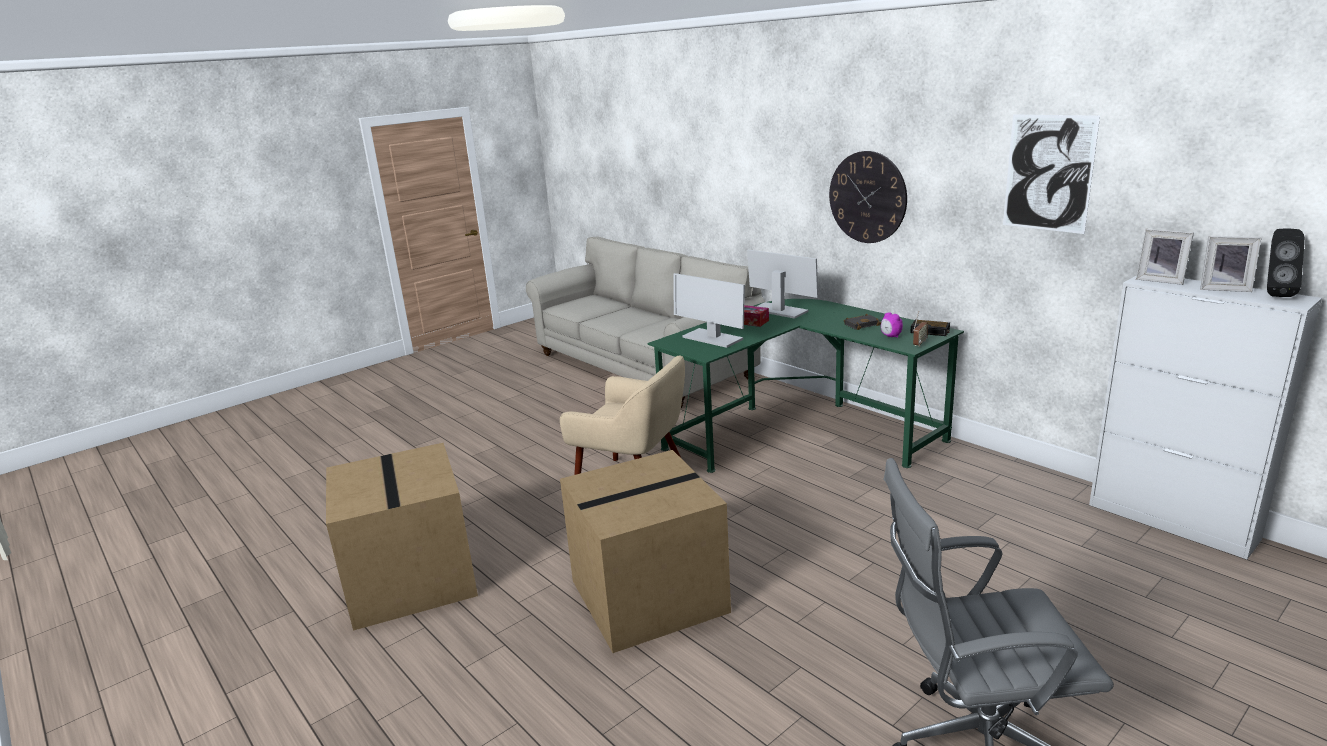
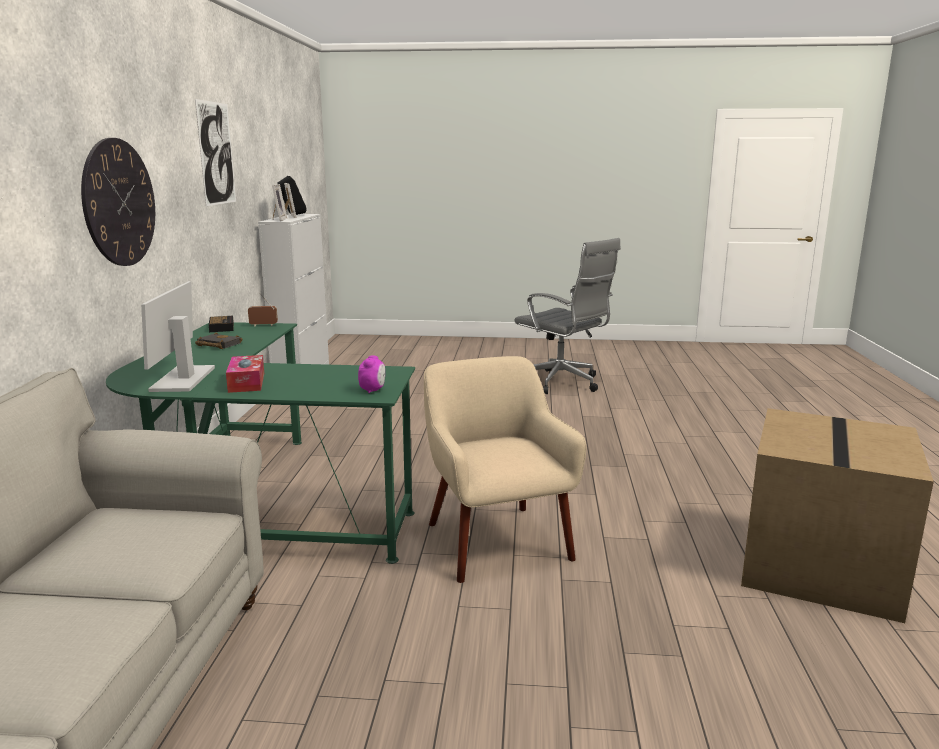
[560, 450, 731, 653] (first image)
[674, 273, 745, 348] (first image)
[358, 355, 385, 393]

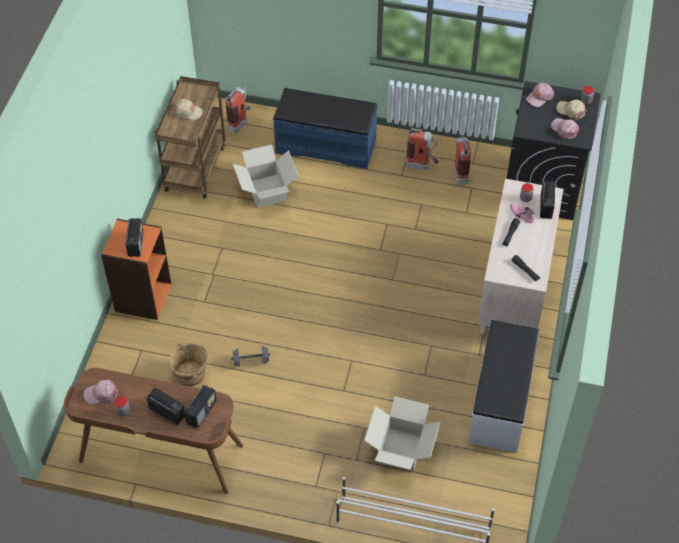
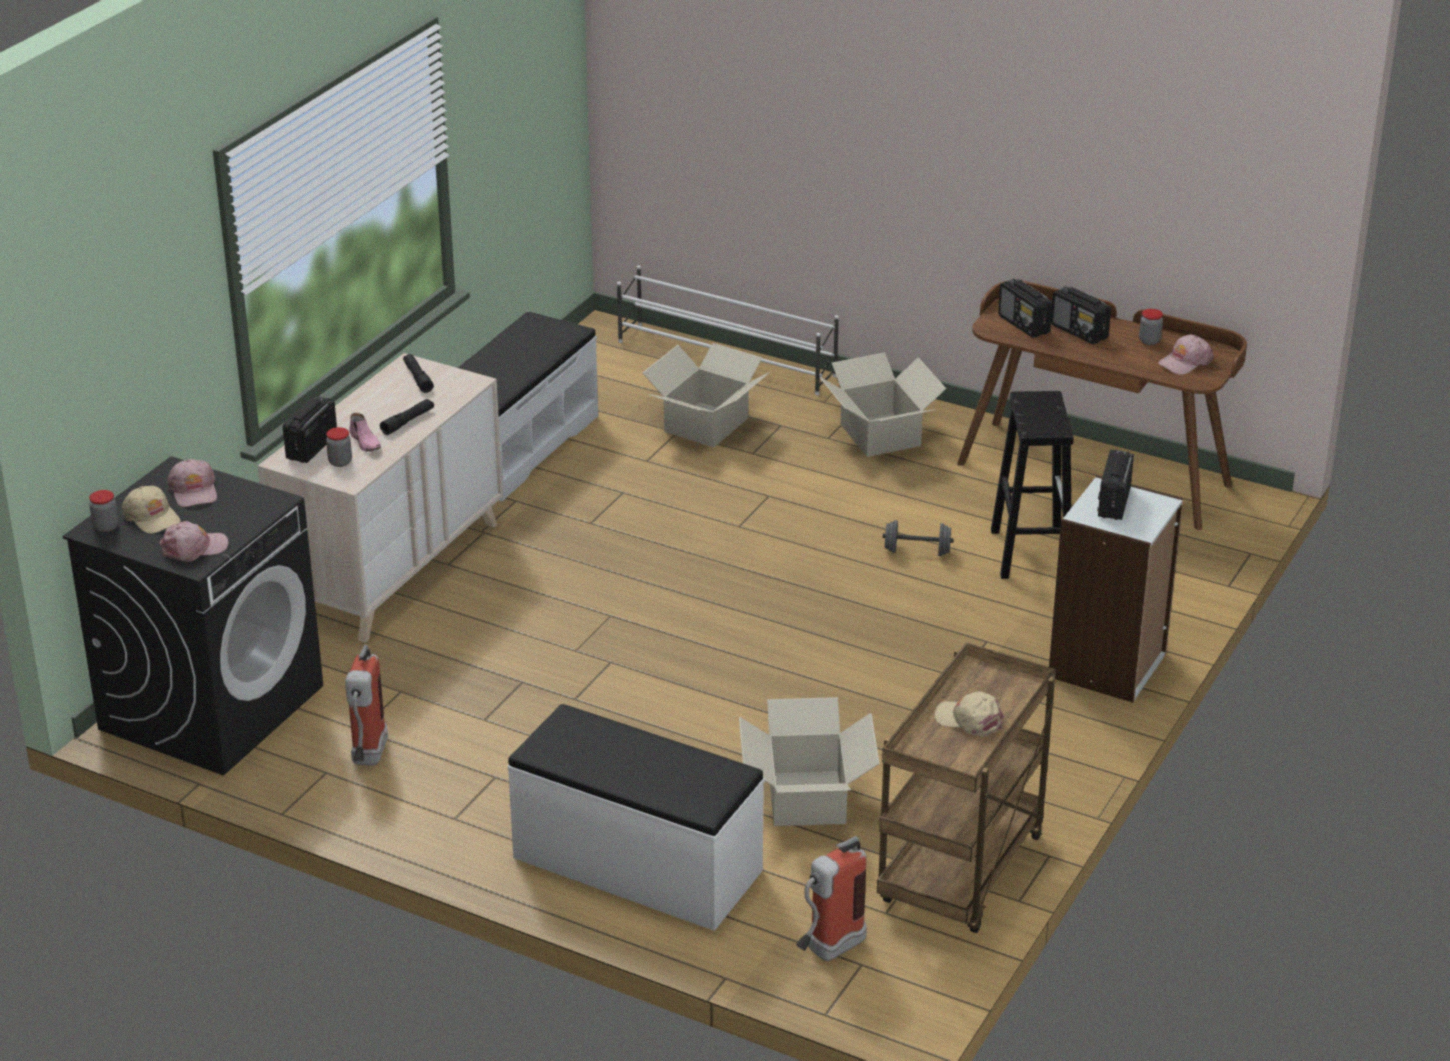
[406, 128, 439, 171] (first image)
[819, 353, 946, 457]
[991, 391, 1074, 579]
[1049, 476, 1184, 703]
[508, 704, 765, 931]
[1158, 335, 1214, 375]
[998, 279, 1052, 338]

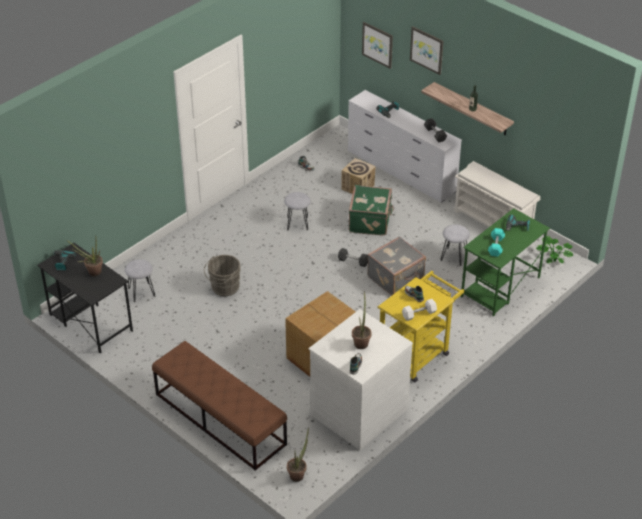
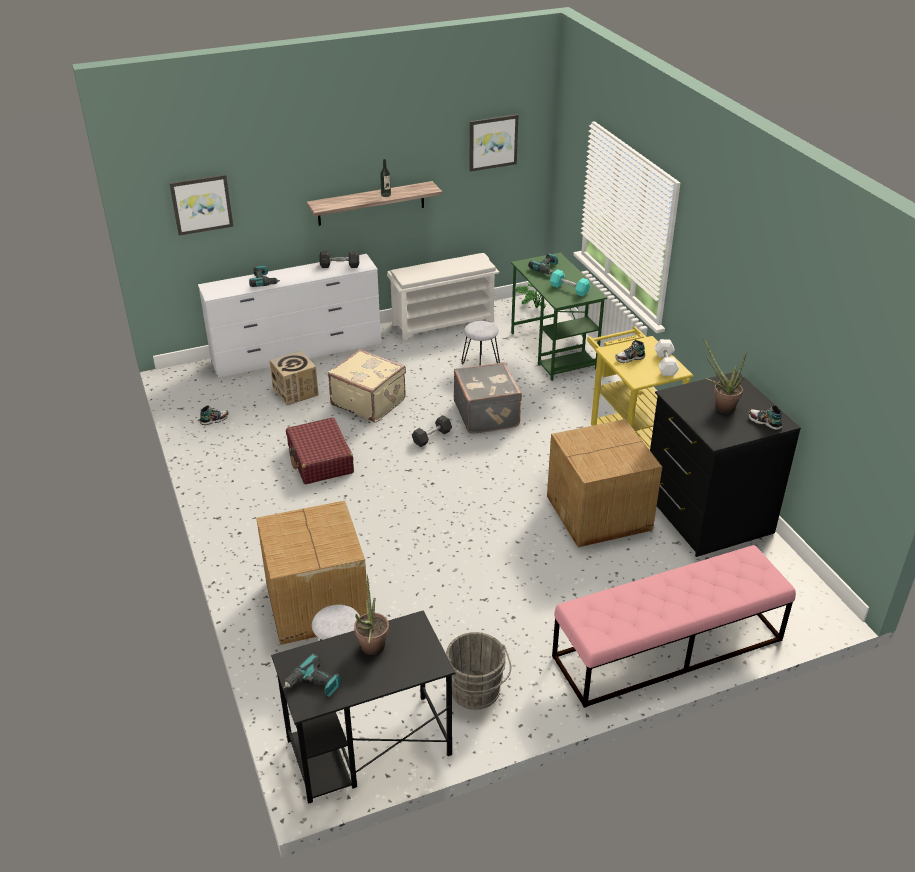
[287, 427, 309, 482] (first image)
[256, 501, 368, 645]
[446, 632, 511, 710]
[469, 114, 518, 172]
[286, 417, 354, 484]
[552, 545, 796, 708]
[650, 371, 801, 557]
[328, 349, 406, 423]

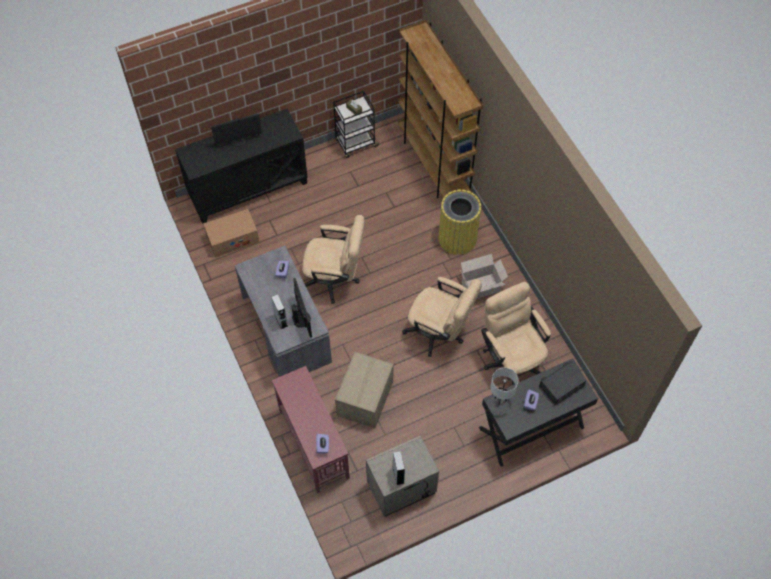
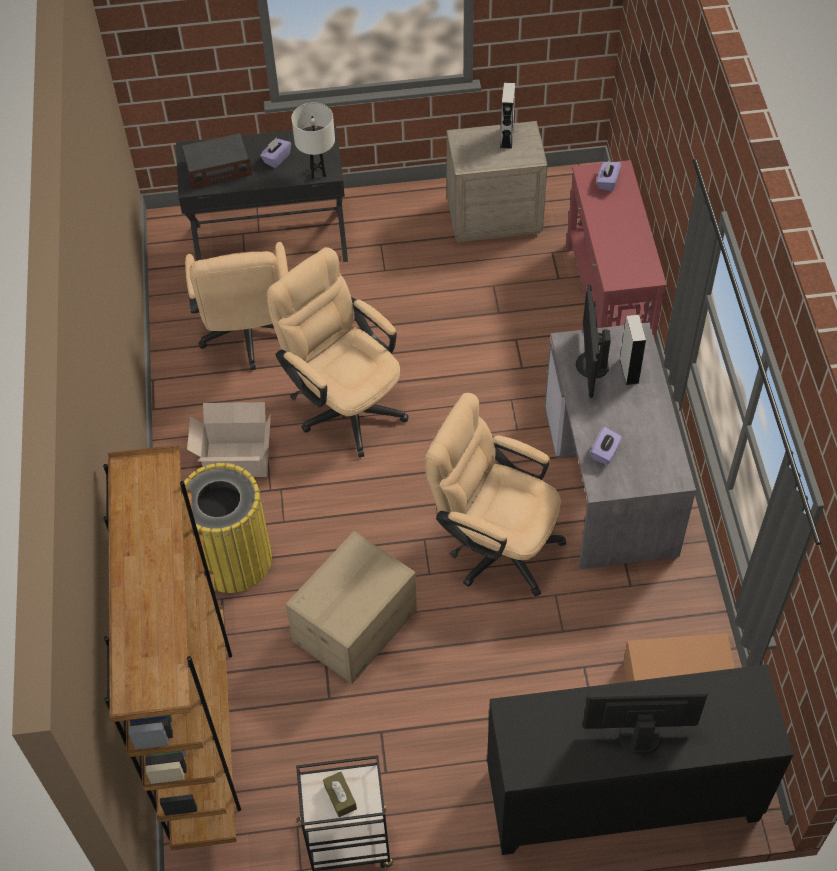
[286, 531, 417, 684]

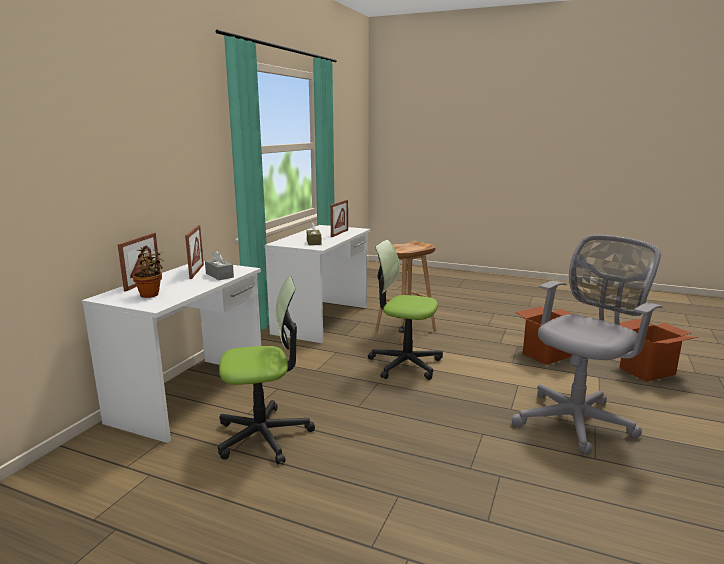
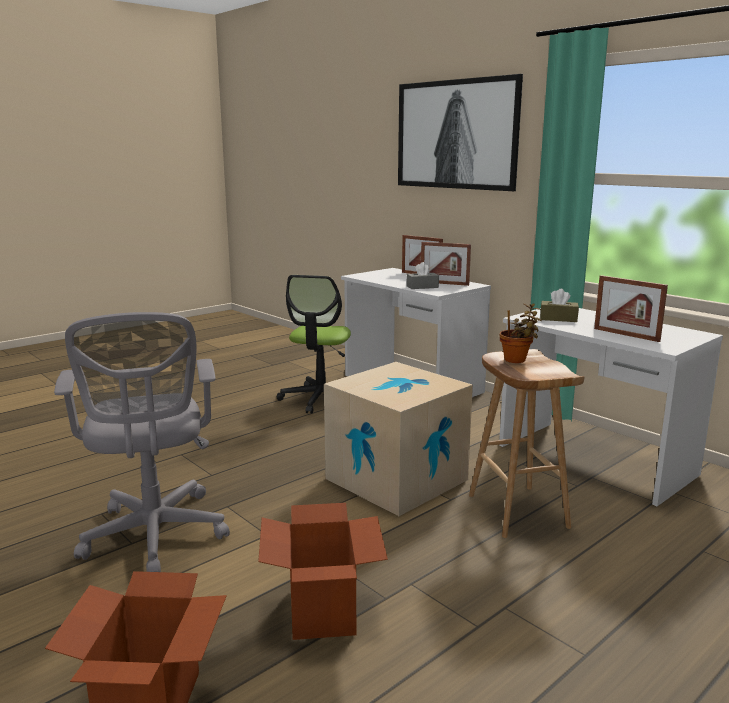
[398, 74, 523, 191]
[500, 303, 542, 363]
[324, 362, 473, 516]

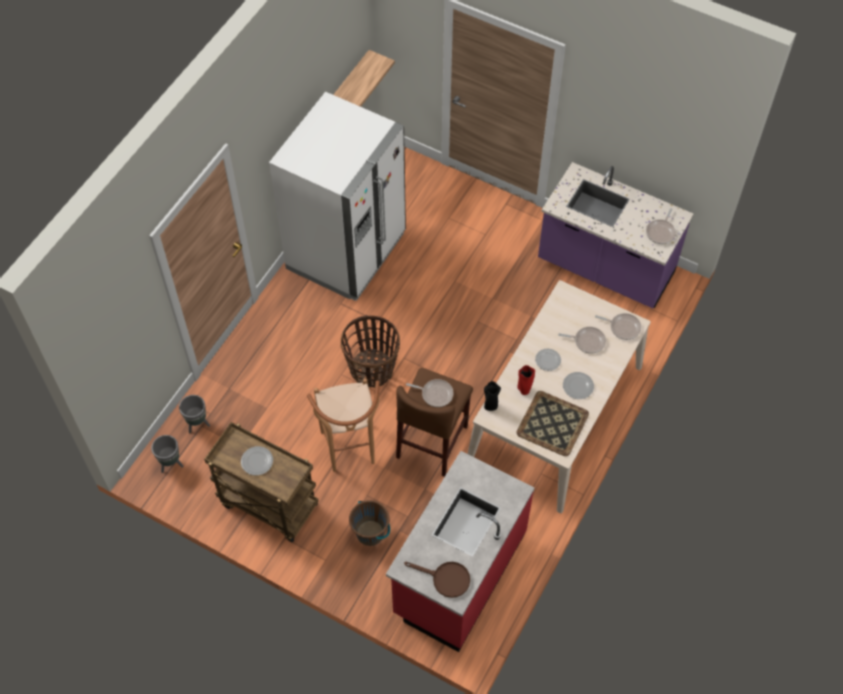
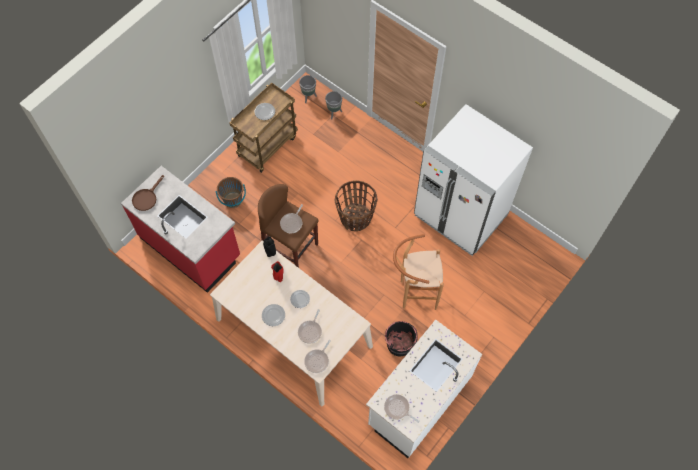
[333, 50, 395, 107] (first image)
[517, 391, 589, 456] (first image)
[385, 321, 418, 356]
[393, 234, 444, 310]
[366, 320, 482, 458]

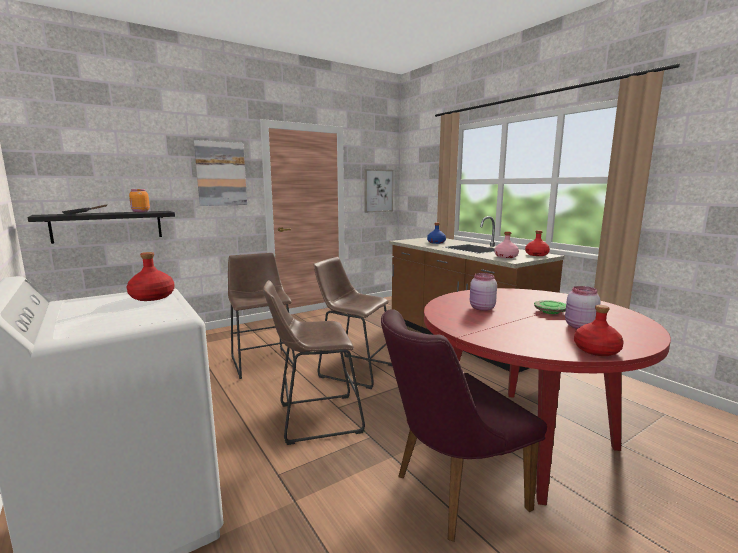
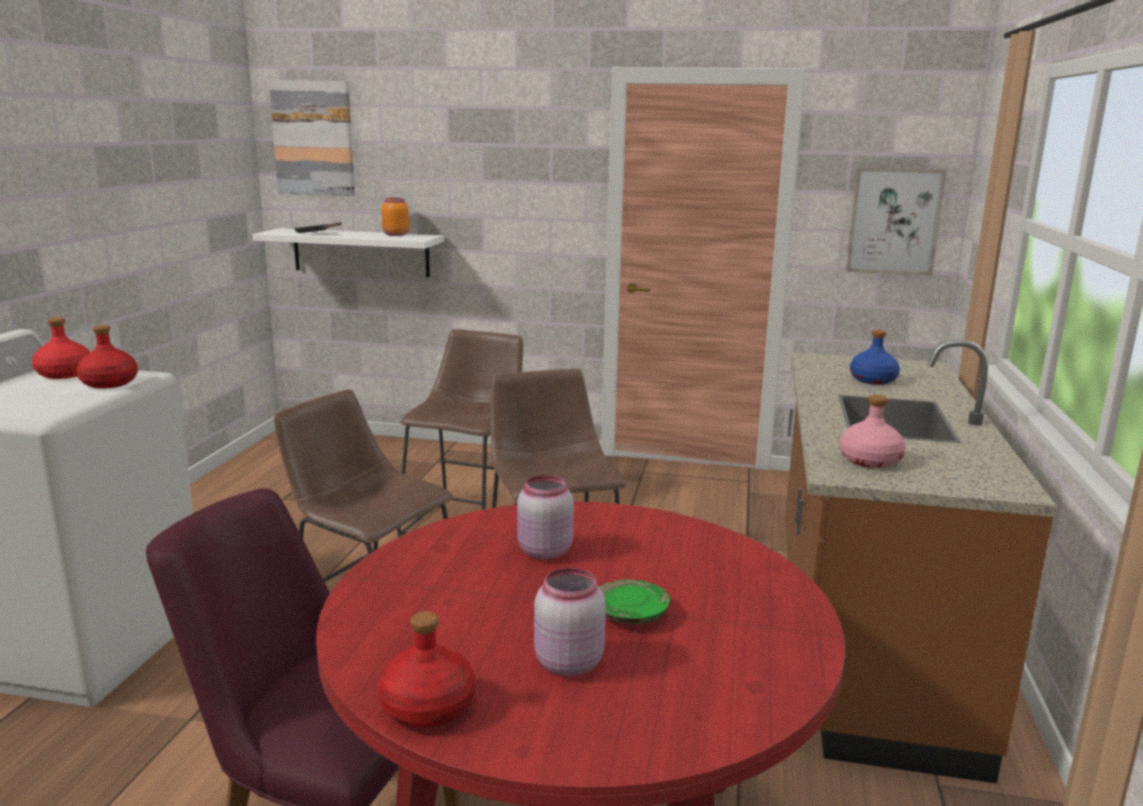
[269, 80, 355, 196]
[32, 317, 90, 379]
[252, 228, 444, 277]

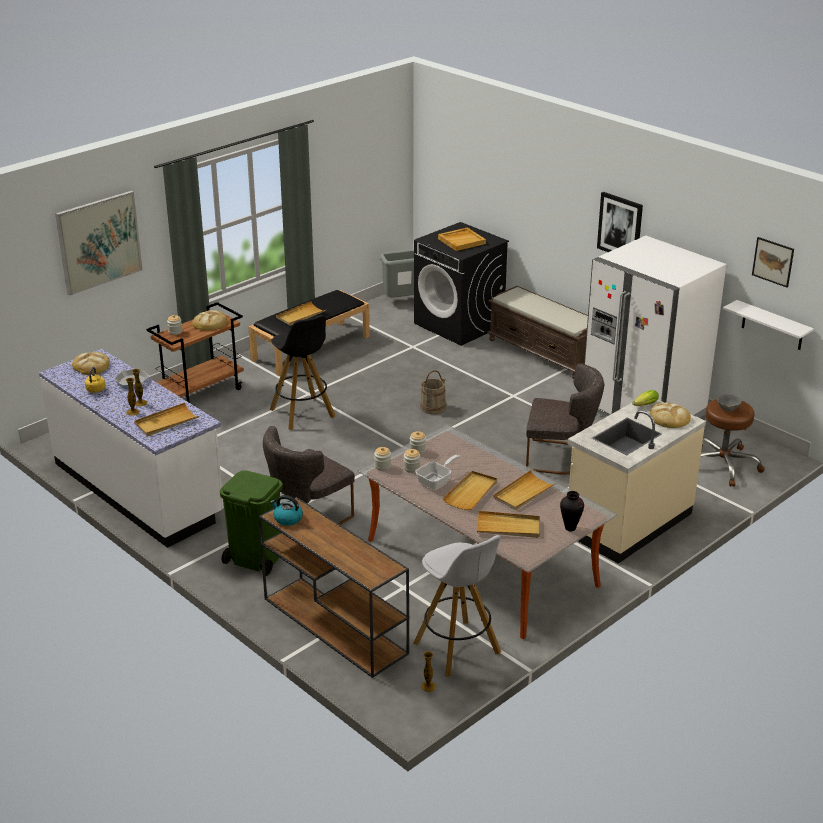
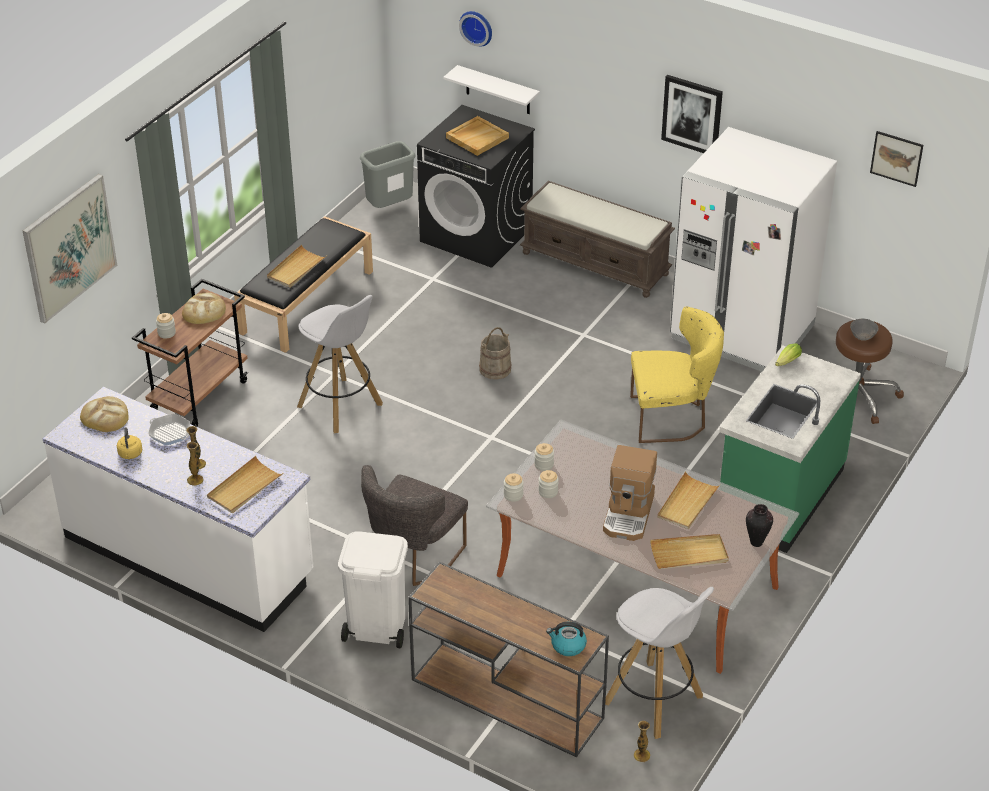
[415, 455, 460, 489] (first image)
[650, 402, 691, 428] (first image)
[459, 11, 492, 47]
[546, 622, 587, 656]
[443, 65, 540, 114]
[603, 445, 657, 541]
[338, 531, 408, 648]
[297, 295, 383, 433]
[630, 307, 724, 443]
[719, 346, 861, 553]

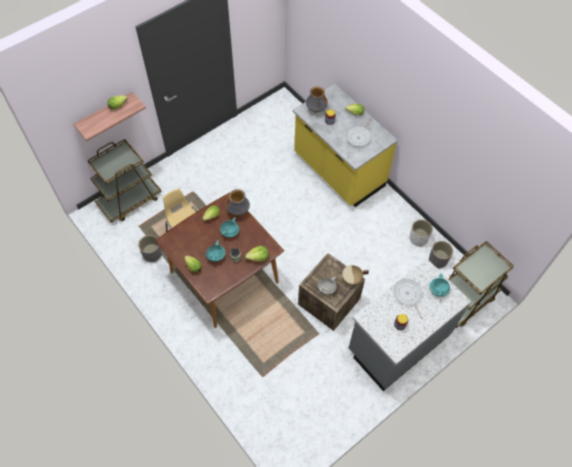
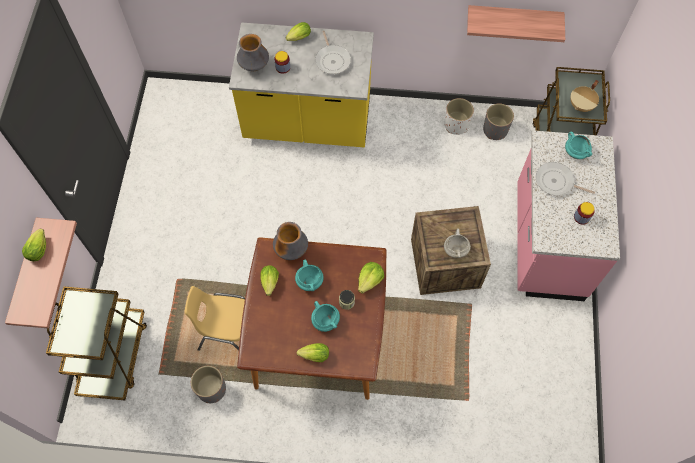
[467, 5, 565, 42]
[571, 80, 599, 112]
[517, 130, 620, 301]

